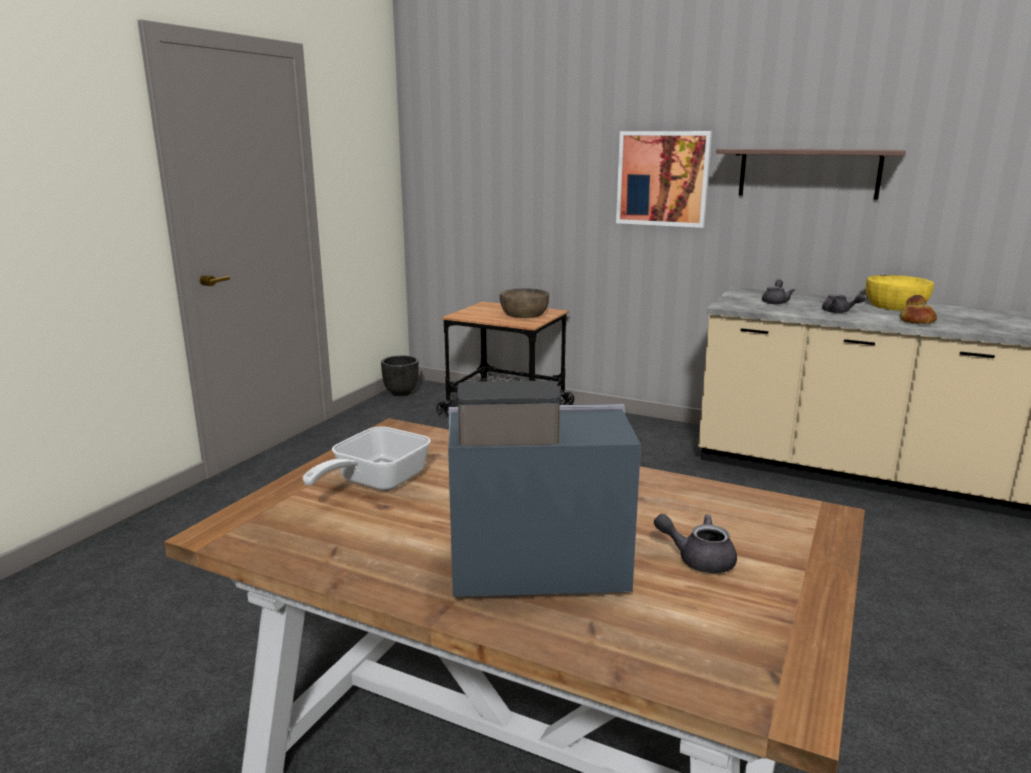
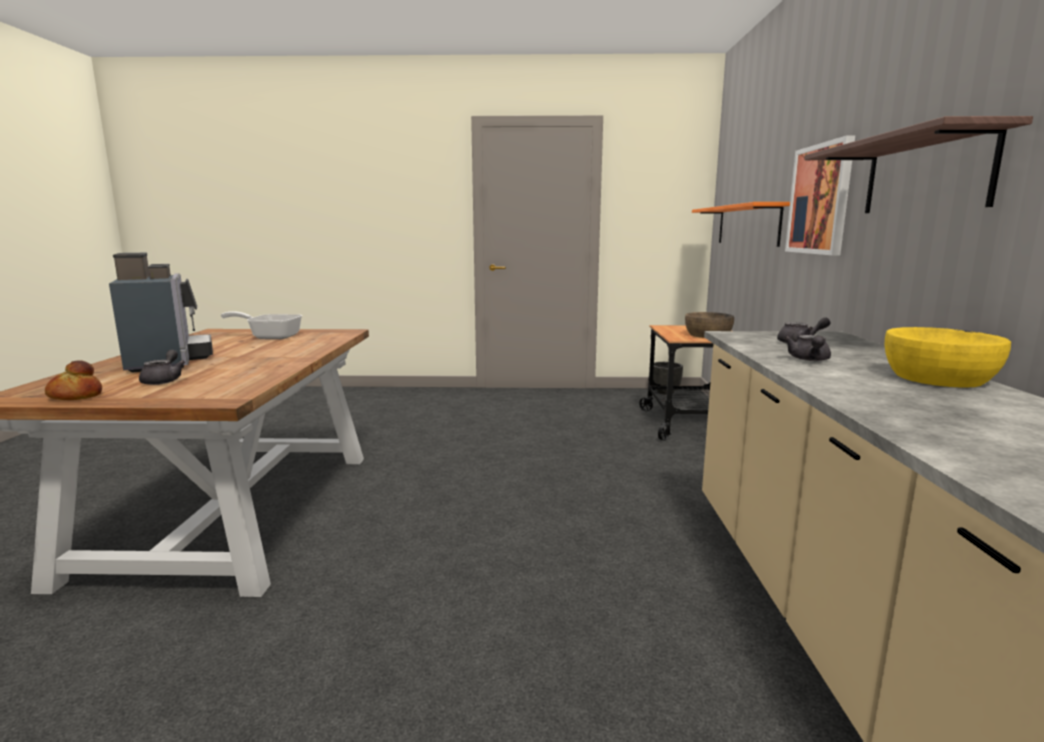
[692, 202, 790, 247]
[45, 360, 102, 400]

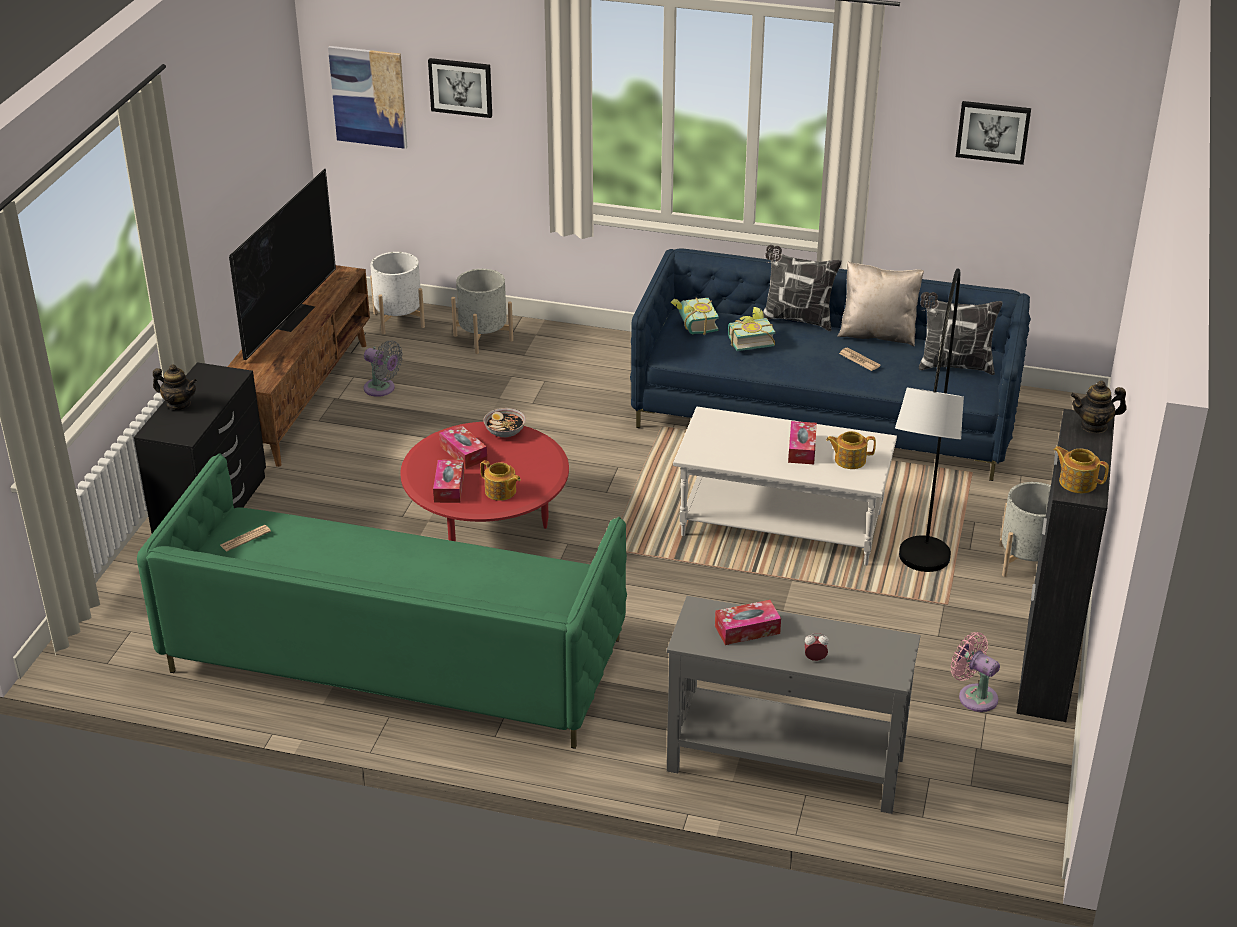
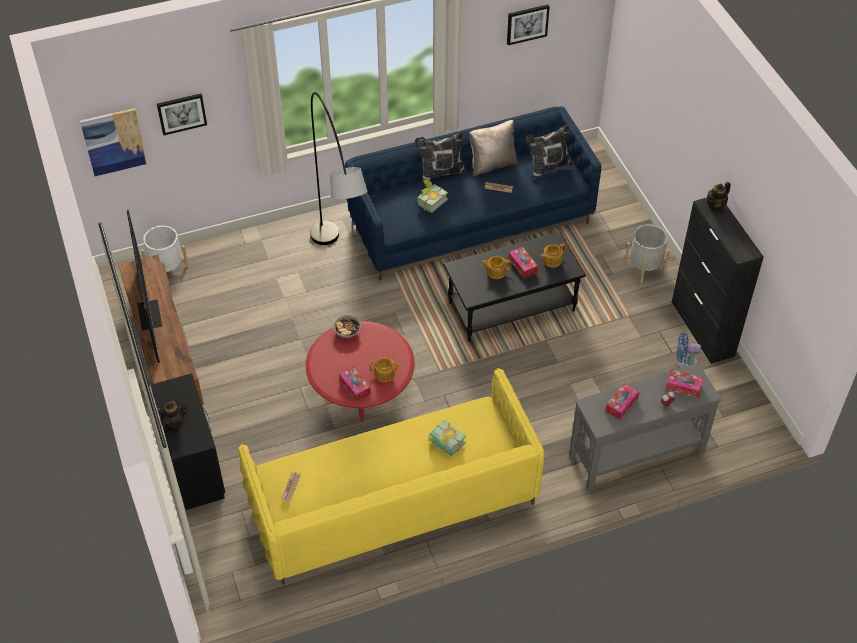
[364, 340, 403, 397] (first image)
[451, 269, 513, 354] (first image)
[666, 370, 703, 398]
[428, 420, 466, 456]
[310, 92, 367, 245]
[481, 256, 511, 279]
[238, 368, 545, 585]
[443, 232, 586, 342]
[677, 333, 701, 368]

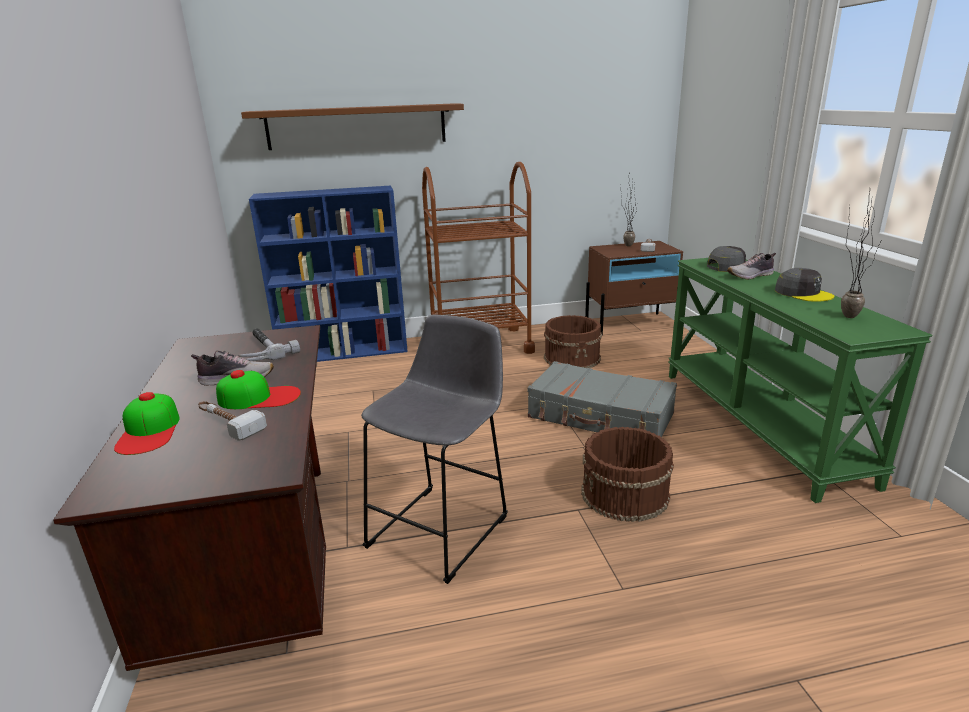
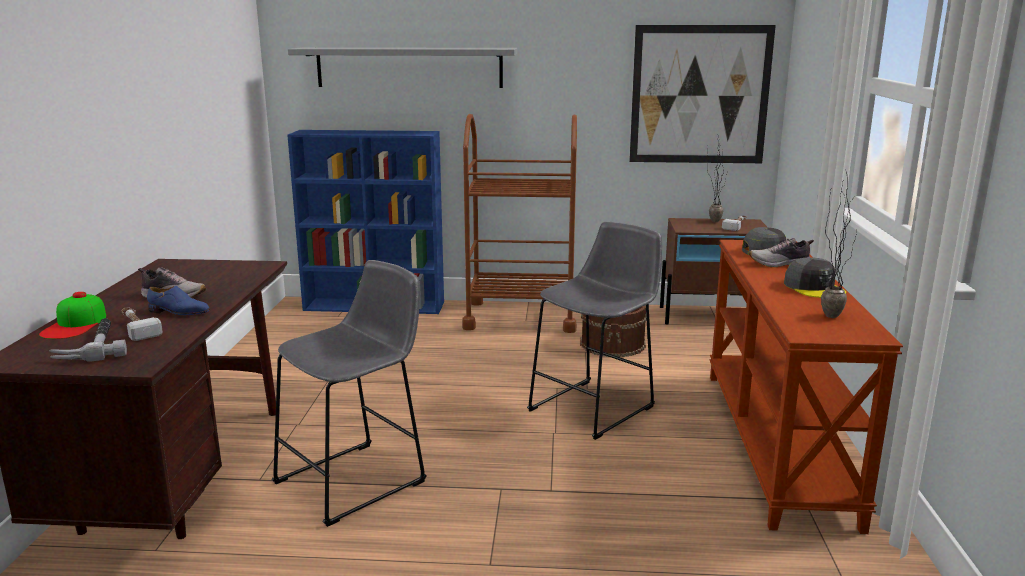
[581, 427, 674, 522] (first image)
[629, 25, 776, 163]
[49, 318, 127, 361]
[147, 286, 210, 315]
[527, 221, 662, 440]
[288, 47, 517, 88]
[710, 240, 903, 534]

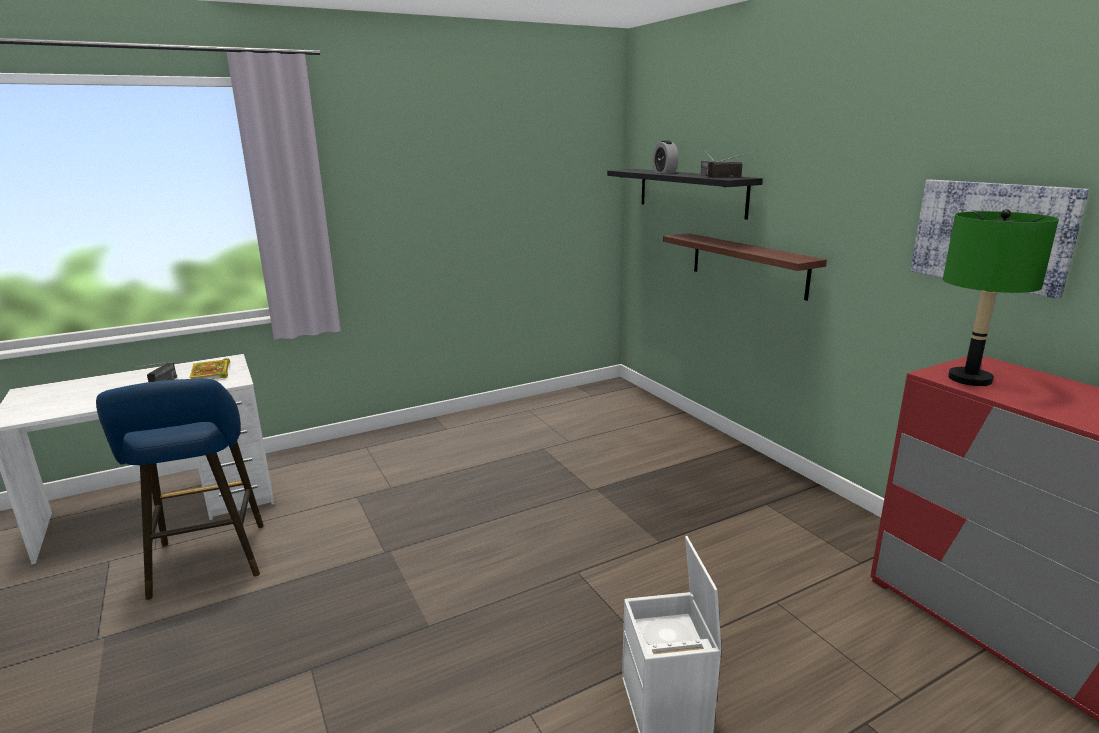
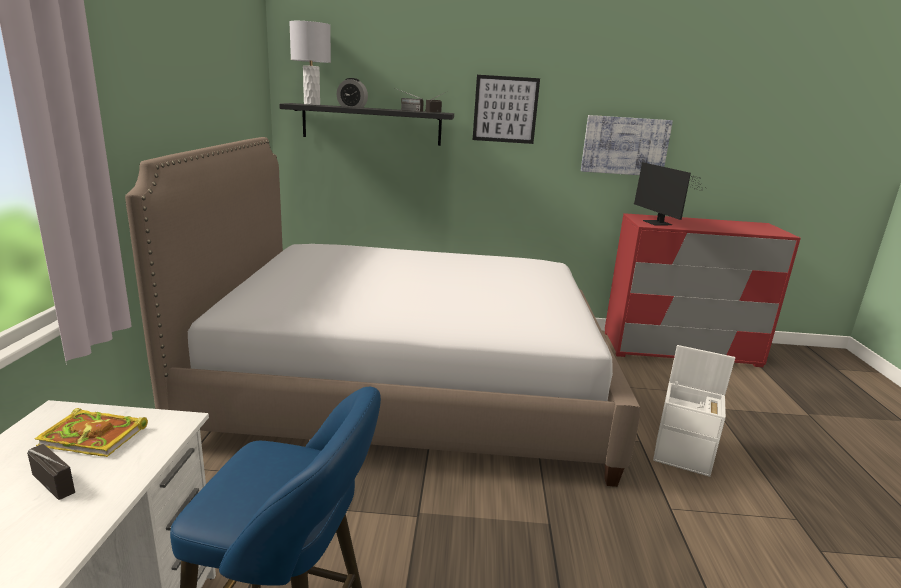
[663, 233, 827, 301] (first image)
[125, 137, 640, 487]
[289, 21, 331, 105]
[473, 75, 540, 144]
[634, 162, 707, 226]

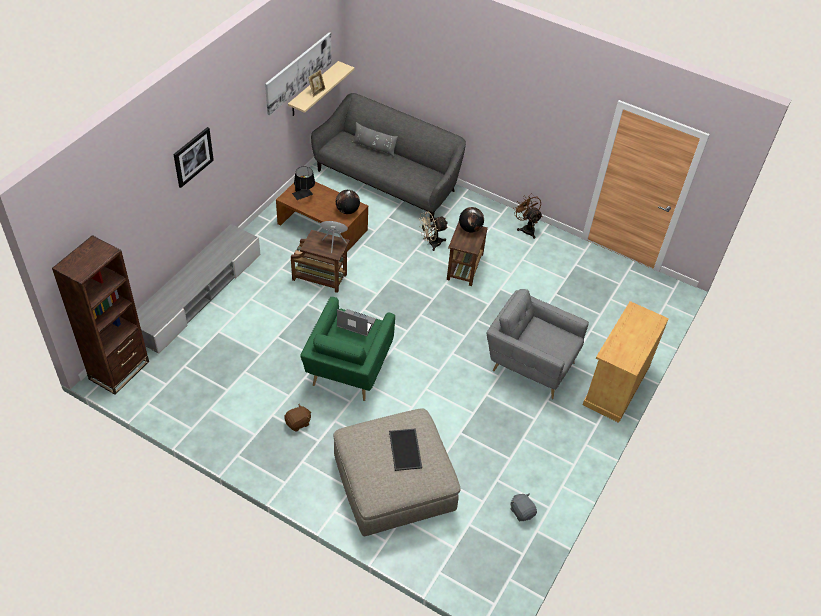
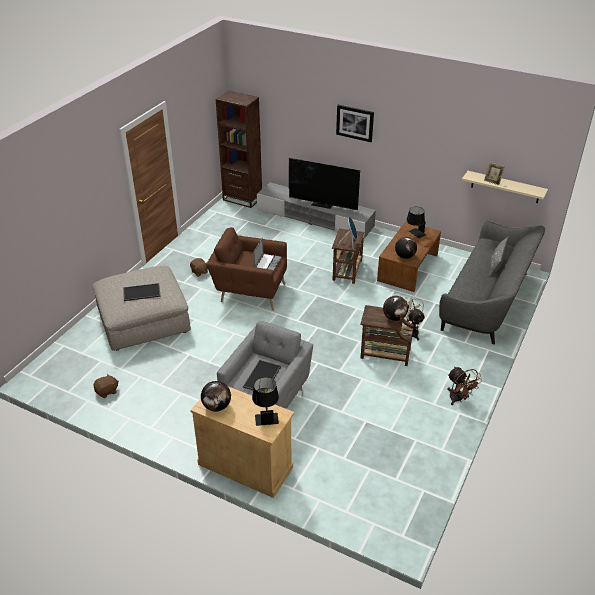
[265, 32, 331, 115] (first image)
[201, 381, 231, 412]
[243, 360, 281, 393]
[252, 377, 279, 426]
[289, 158, 360, 210]
[207, 227, 287, 310]
[94, 374, 119, 398]
[447, 367, 481, 405]

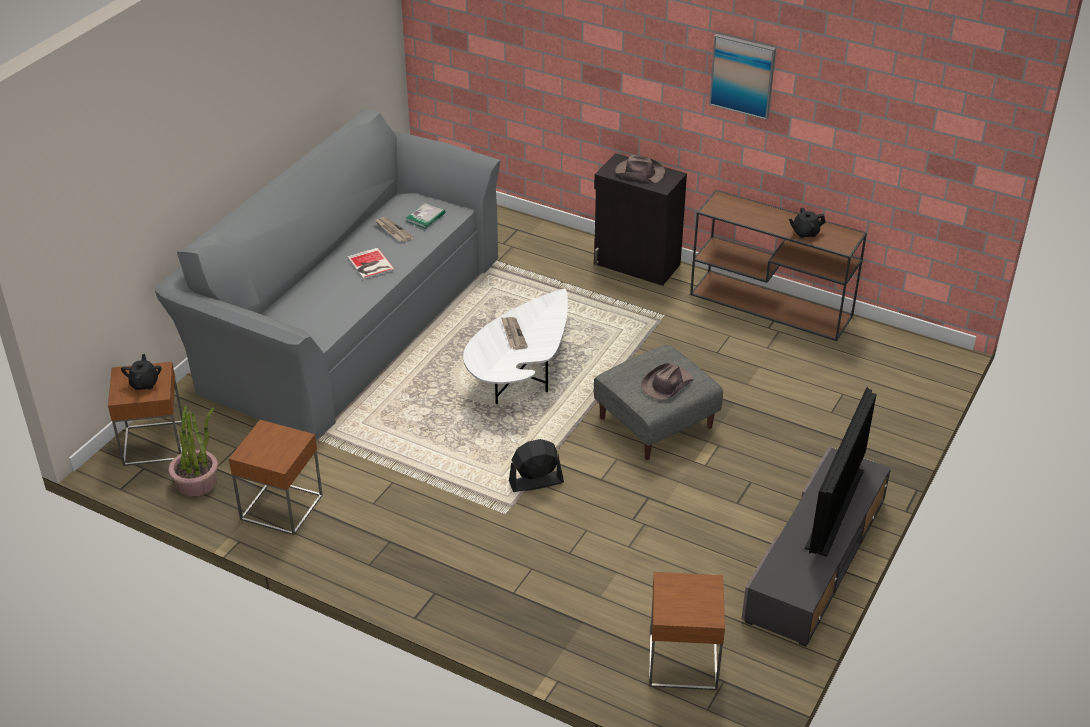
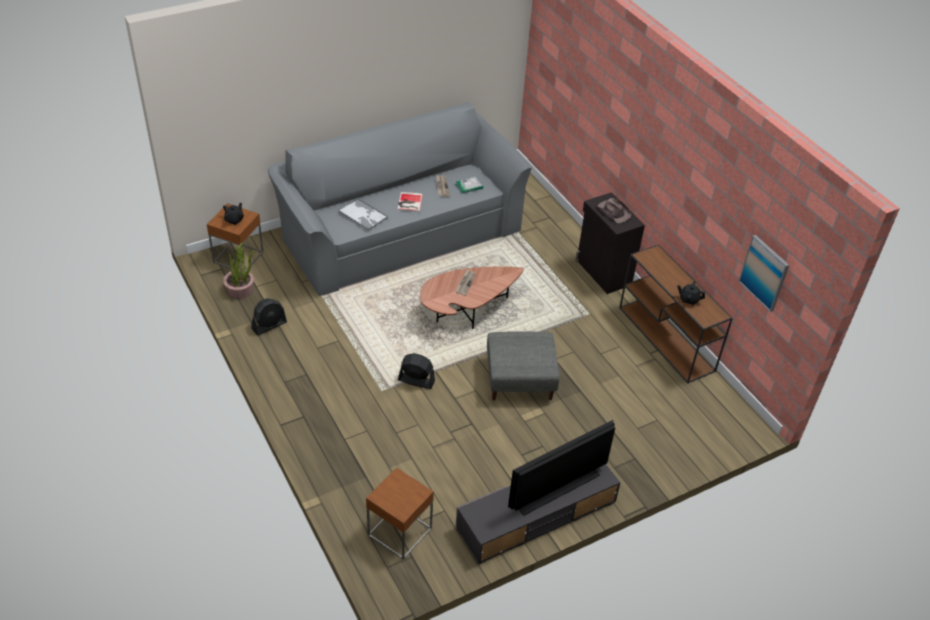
[641, 363, 694, 400] (first image)
[338, 199, 388, 231]
[738, 235, 789, 312]
[251, 298, 287, 335]
[420, 267, 524, 329]

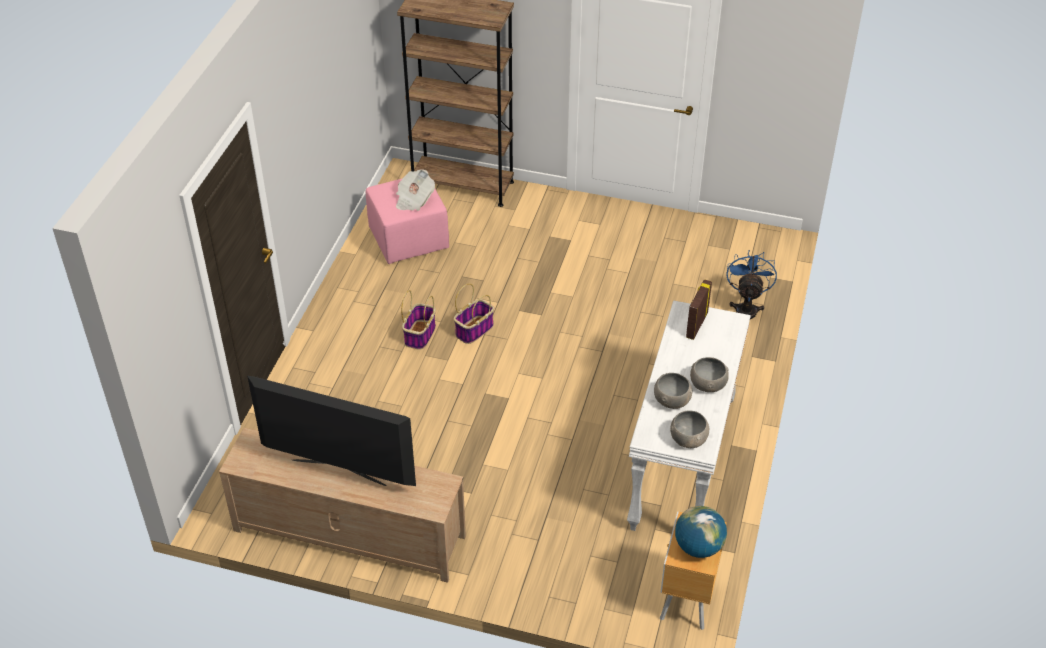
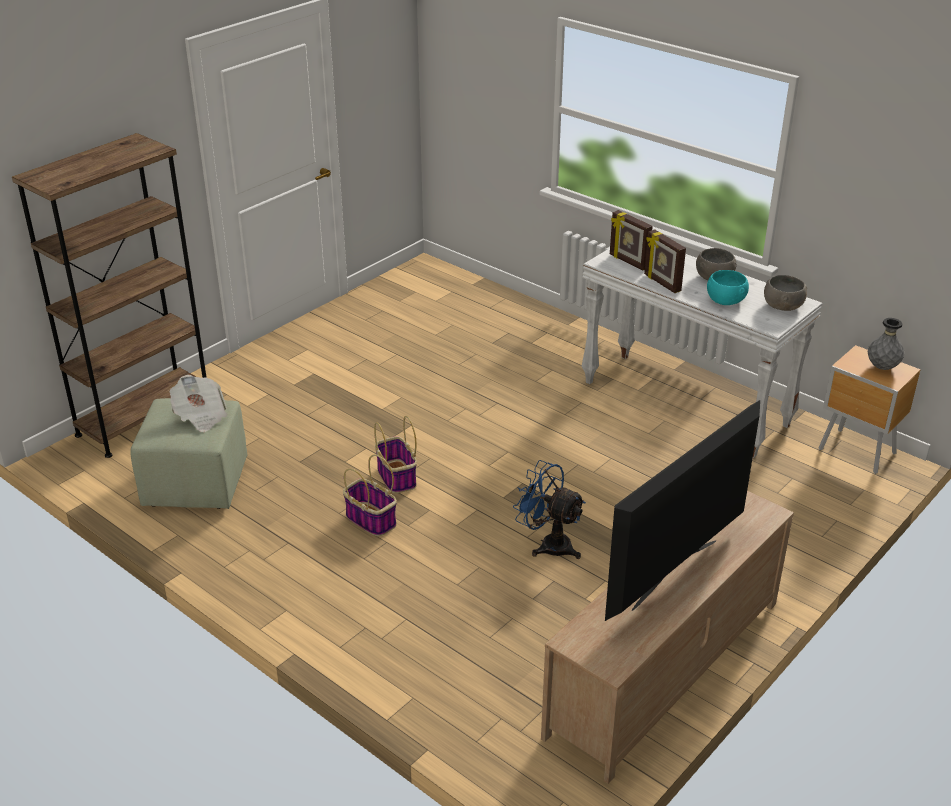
[644, 229, 686, 293]
[513, 460, 586, 559]
[868, 318, 904, 370]
[130, 398, 247, 509]
[707, 270, 749, 305]

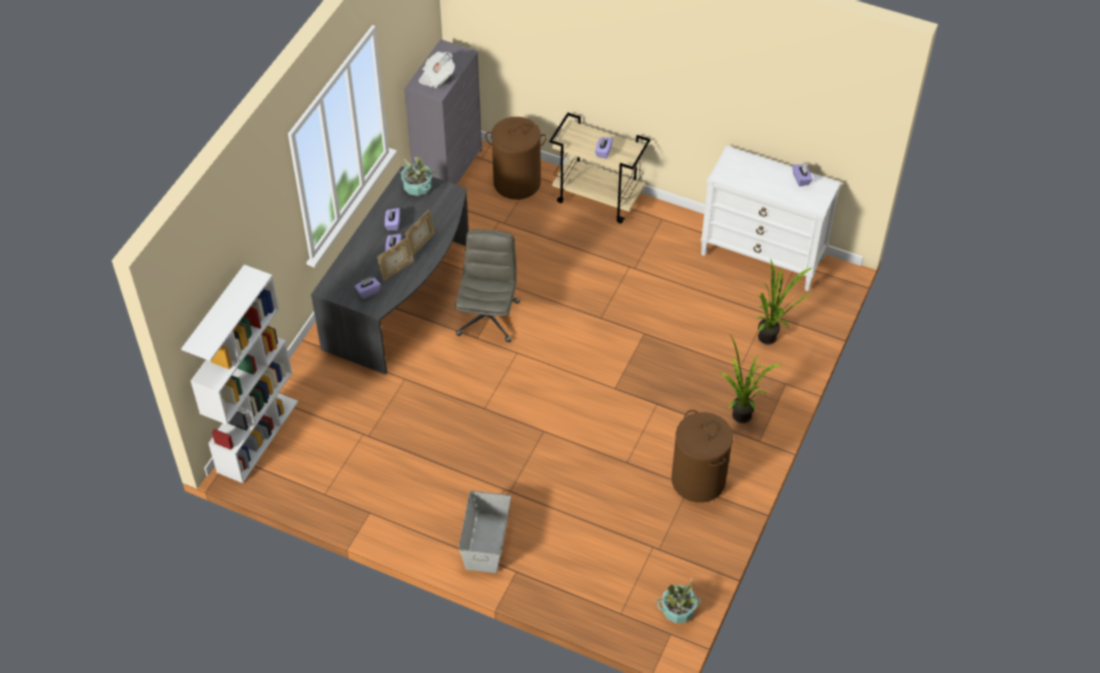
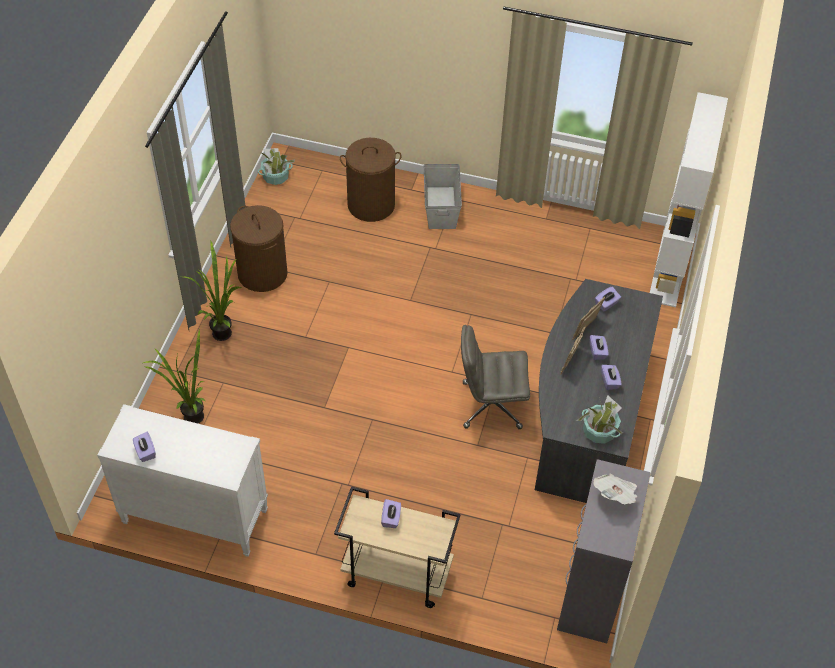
[340, 138, 401, 222]
[461, 325, 530, 429]

